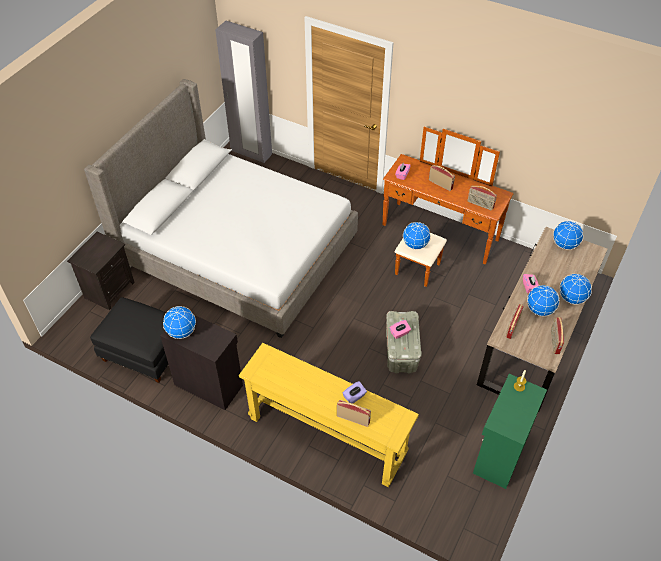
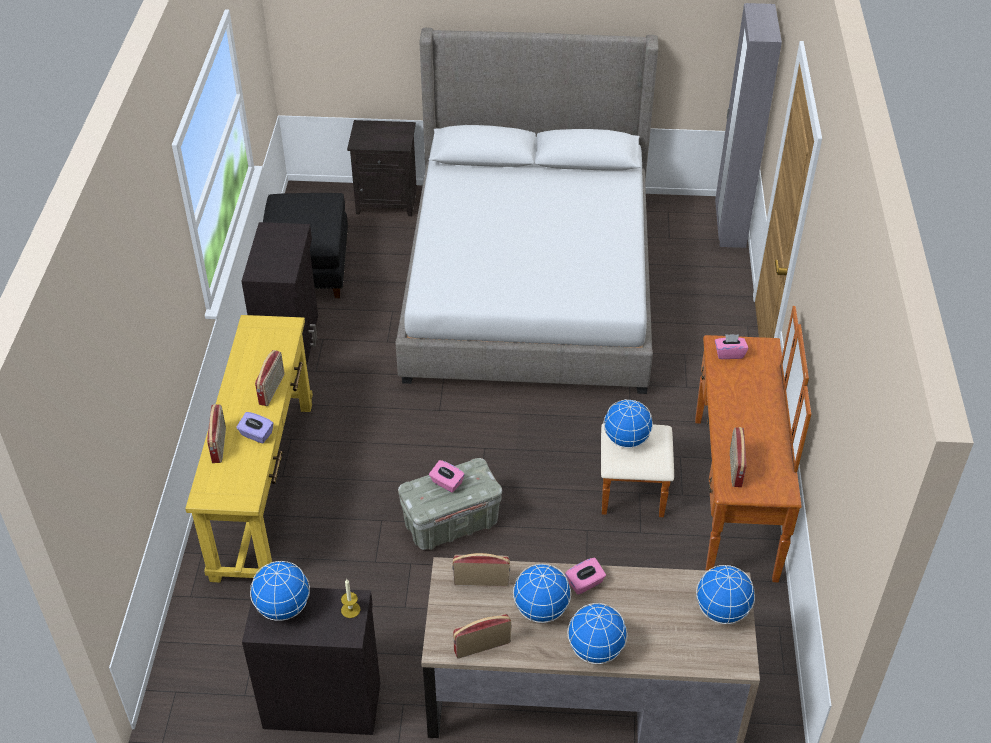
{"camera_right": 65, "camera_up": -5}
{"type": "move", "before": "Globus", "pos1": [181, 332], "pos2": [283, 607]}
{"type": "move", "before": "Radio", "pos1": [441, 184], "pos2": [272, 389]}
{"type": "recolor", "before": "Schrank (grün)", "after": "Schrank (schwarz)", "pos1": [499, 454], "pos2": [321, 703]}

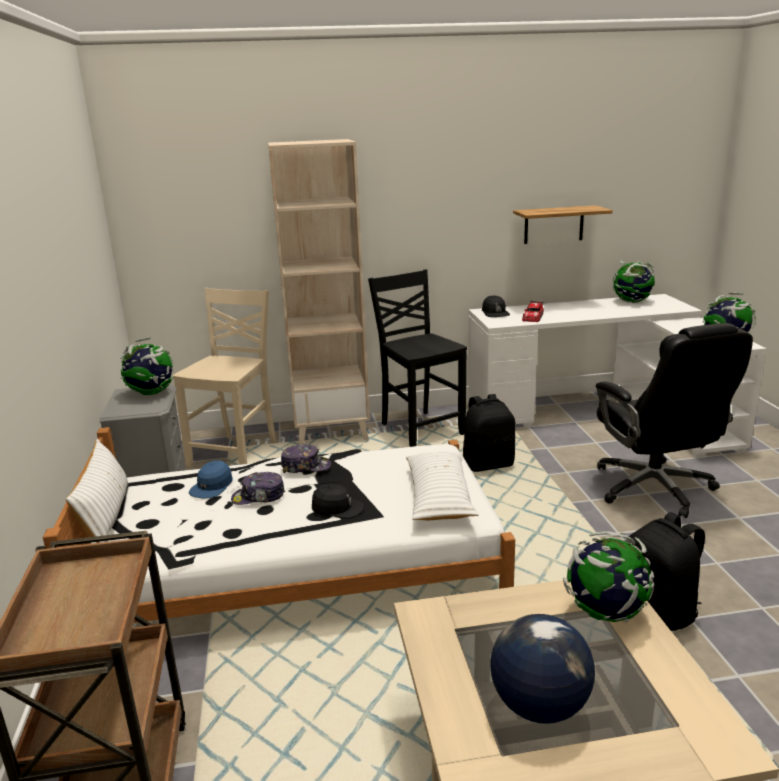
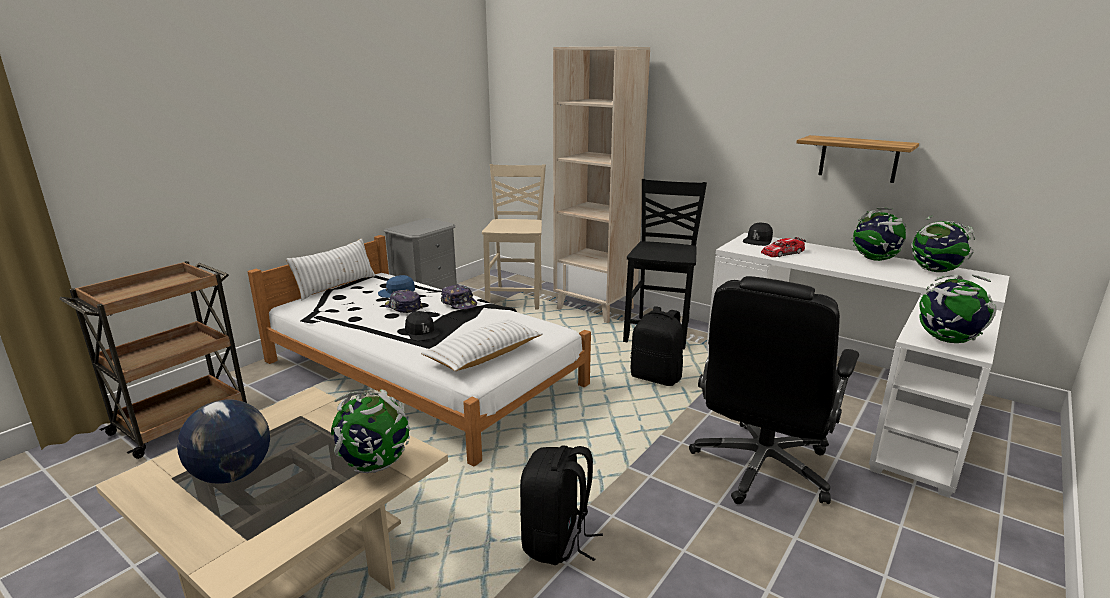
{"camera_right": 45, "camera_up": 0}
{"type": "move", "before": "Globus", "pos1": [151, 393], "pos2": [874, 259]}
{"type": "rotate", "before": "Stuhl (beige)", "pos1": [236, 453], "pos2": [517, 297], "turn": -60}

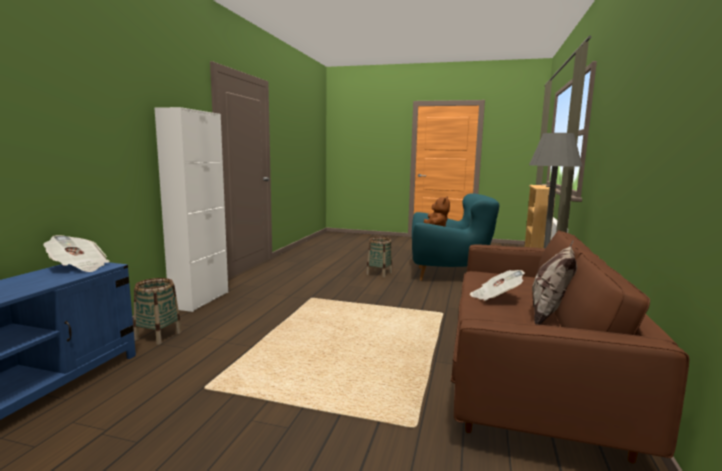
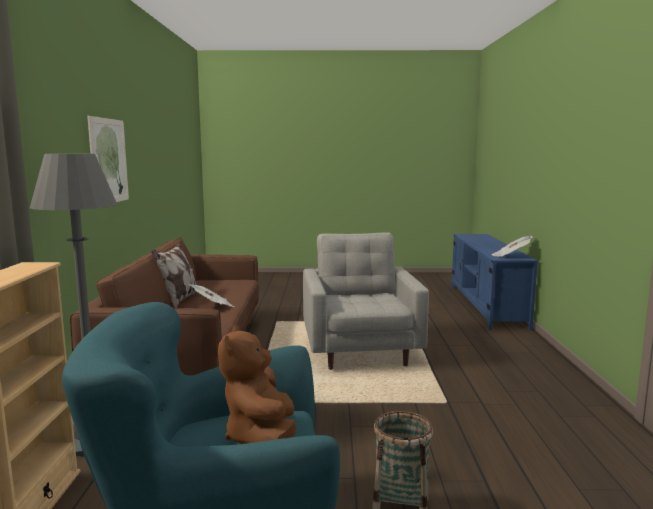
{"camera_right": 165, "camera_up": 0}
{"type": "delete", "before": "Korb", "pos1": [158, 336]}
{"type": "delete", "before": "Schrank (weiß)", "pos1": [200, 300]}
{"type": "insert", "after": "Bild", "pos2": [109, 161]}
{"type": "insert", "after": "Sessel (grau)", "pos2": [361, 351]}

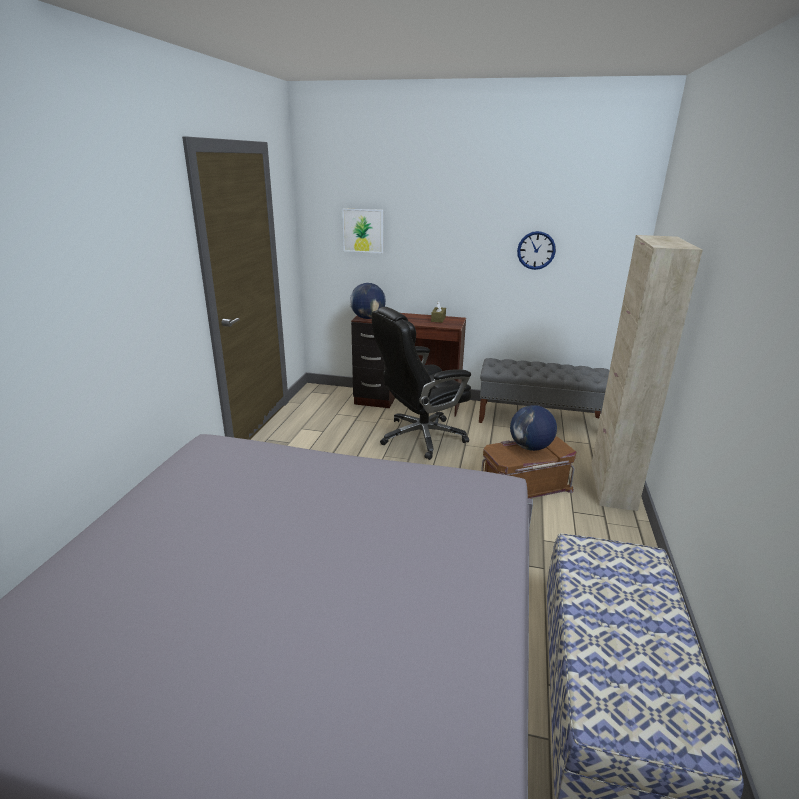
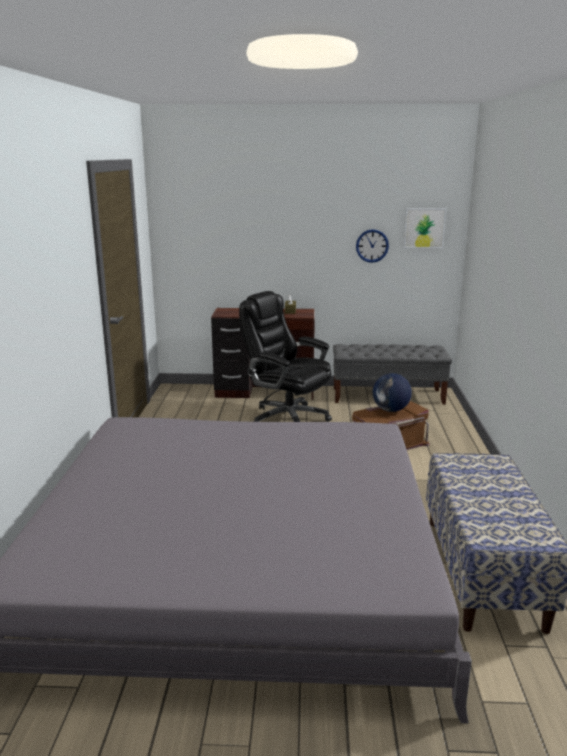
{"camera_right": -10, "camera_up": -5}
{"type": "move", "before": "Bild", "pos1": [363, 230], "pos2": [424, 228]}
{"type": "delete", "before": "Globus", "pos1": [368, 318]}
{"type": "rotate", "before": "Bürostuhl (schwarz)", "pos1": [420, 437], "pos2": [287, 418], "turn": 75}
{"type": "delete", "before": "Schrank (beige)", "pos1": [612, 486]}

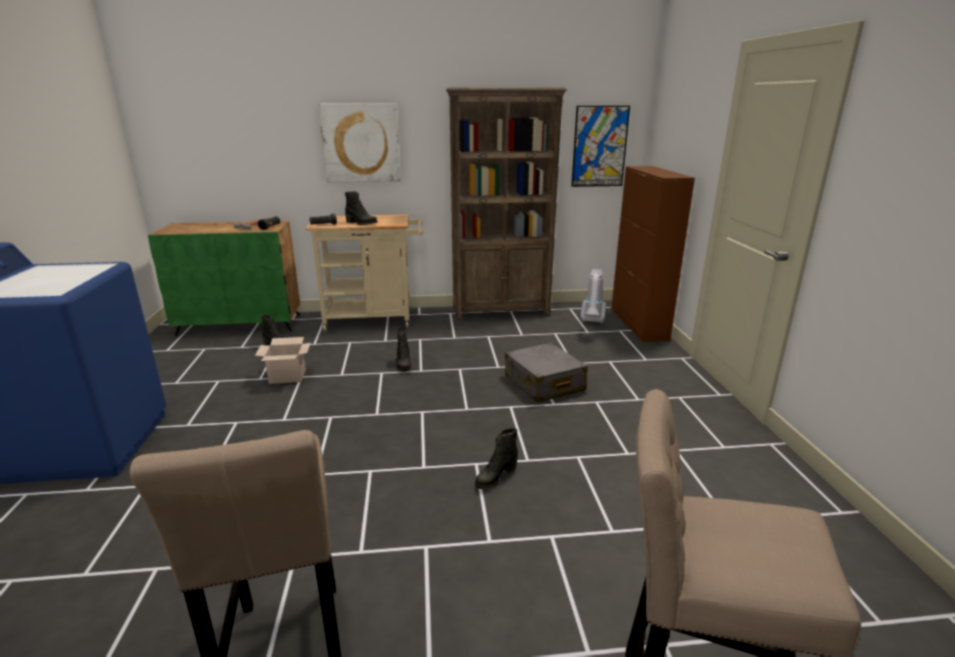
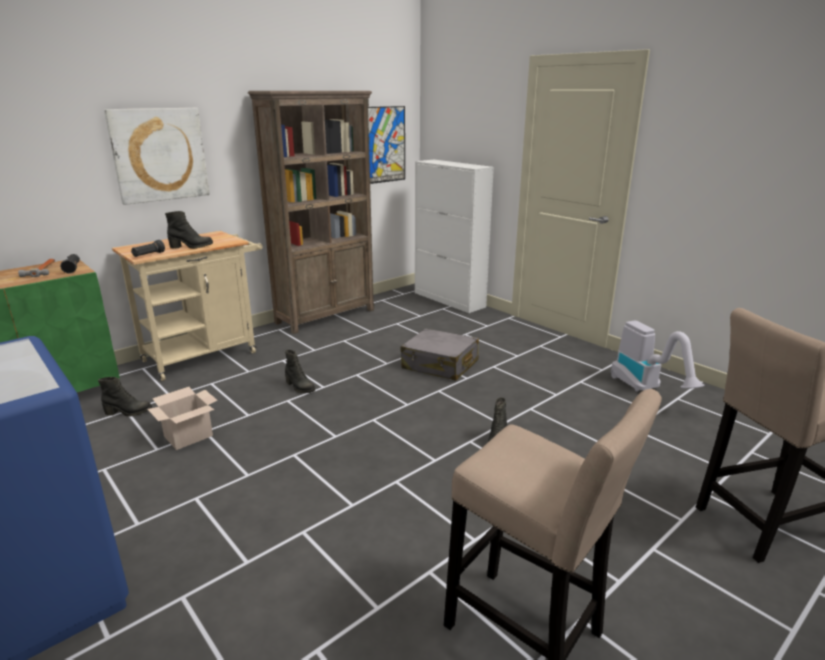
{"camera_right": -35, "camera_up": 0}
{"type": "move", "before": "Staubsauger", "pos1": [592, 322], "pos2": [647, 389]}
{"type": "recolor", "before": "Schrank (braun)", "after": "Schrank (weiß)", "pos1": [638, 324], "pos2": [449, 300]}

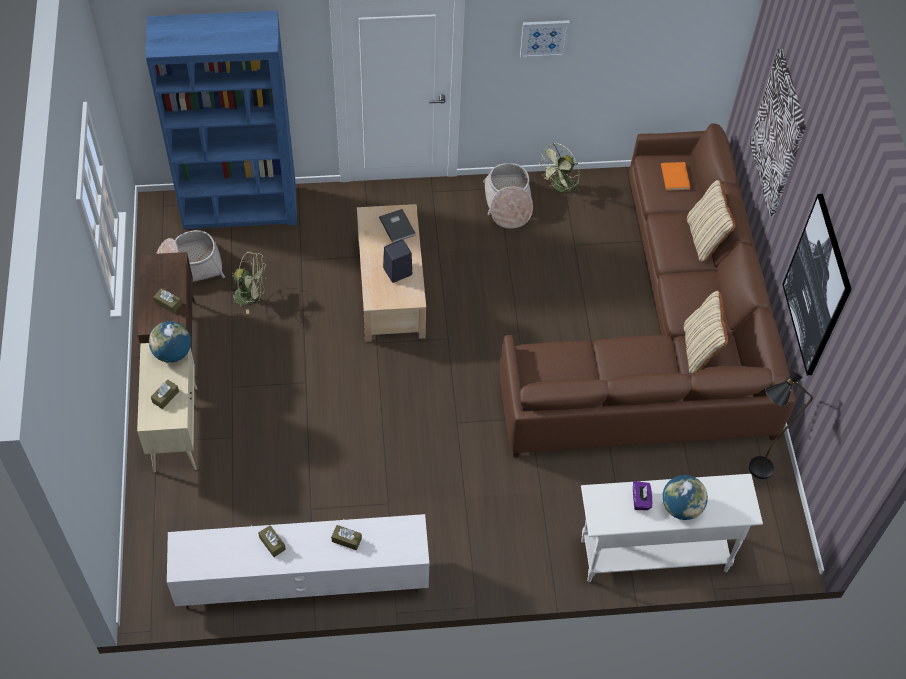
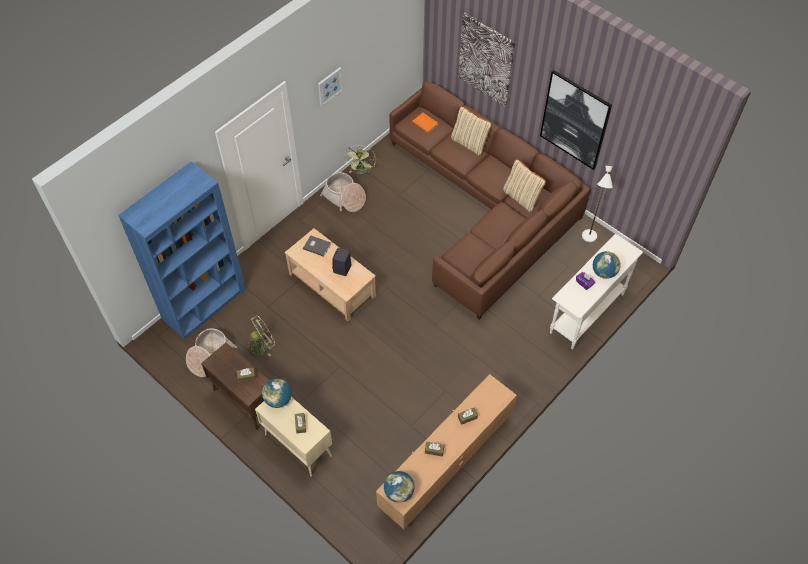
{"camera_right": -40, "camera_up": 0}
{"type": "recolor", "before": "Fernsehschrank (weiß)", "after": "Fernsehschrank (braun)", "pos1": [303, 581], "pos2": [446, 463]}
{"type": "recolor", "before": "Stehlampe (schwarz)", "after": "Stehlampe (weiß)", "pos1": [753, 473], "pos2": [588, 240]}
{"type": "insert", "after": "Globus", "pos2": [399, 492]}

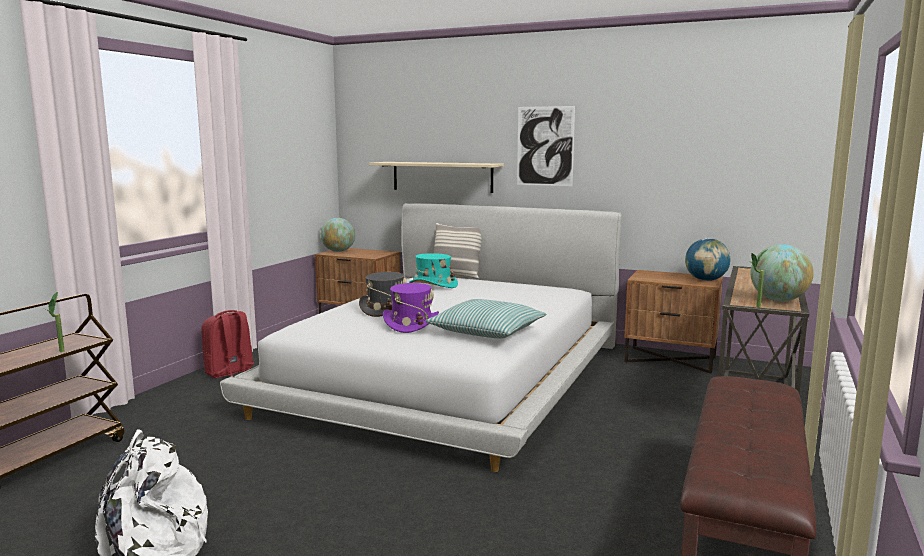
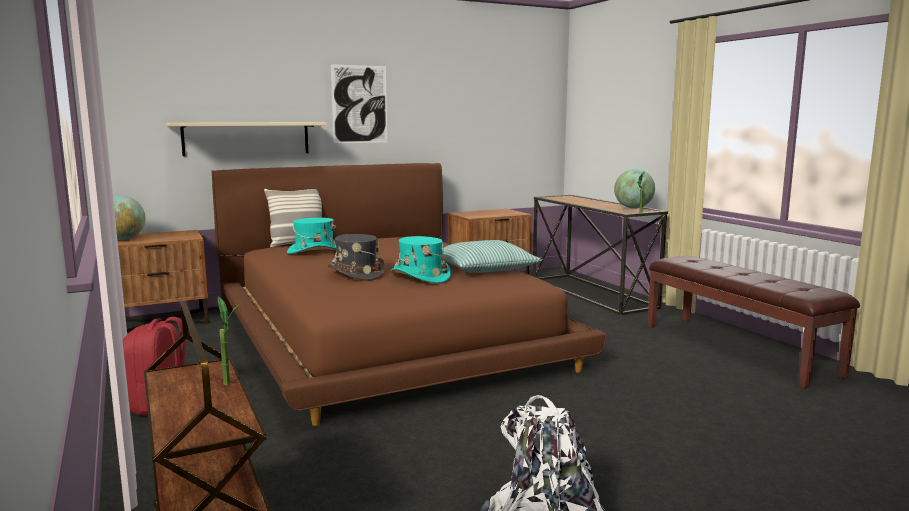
{"camera_right": -50, "camera_up": 0}
{"type": "recolor", "before": "Bett (weiß)", "after": "Bett (braun)", "pos1": [449, 376], "pos2": [384, 334]}
{"type": "recolor", "before": "Hut (lila)", "after": "Hut (türkis)", "pos1": [410, 324], "pos2": [420, 277]}
{"type": "delete", "before": "Globus", "pos1": [706, 280]}

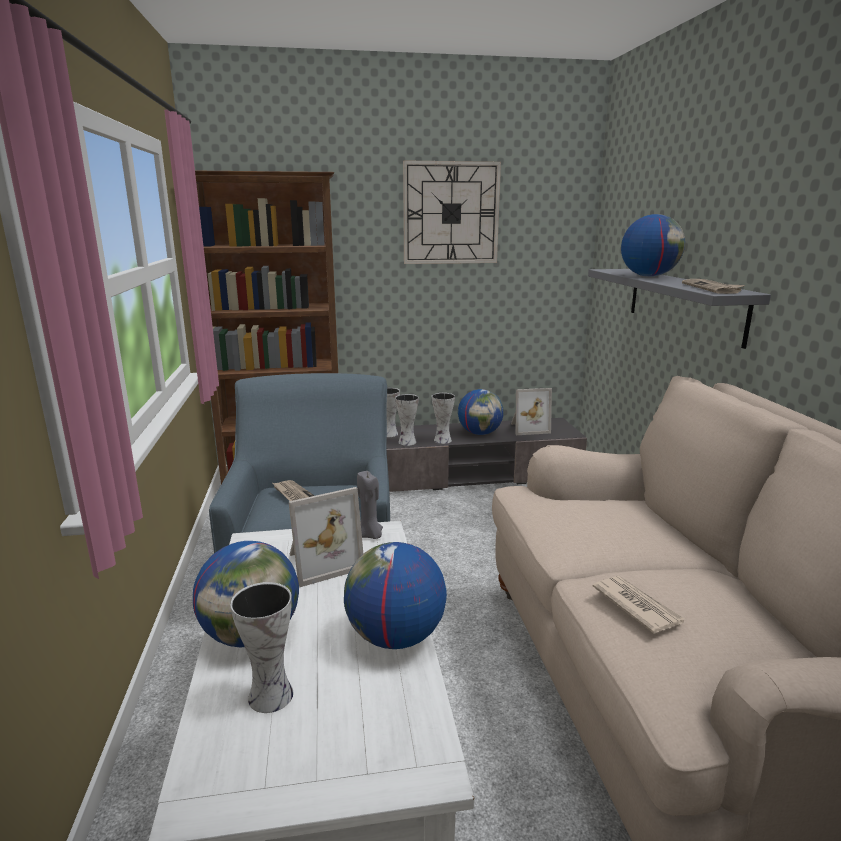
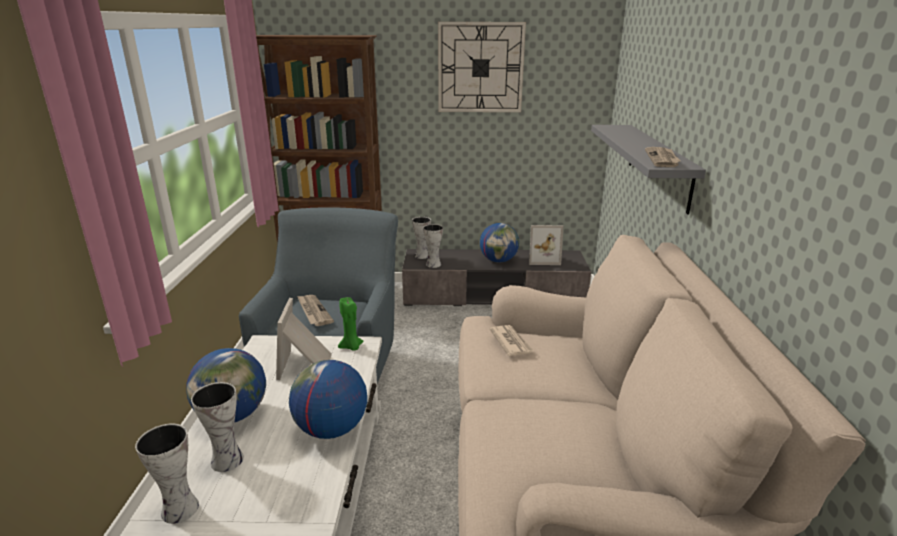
{"camera_right": 10, "camera_up": 5}
{"type": "rotate", "before": "Bilderrahmen", "pos1": [322, 561], "pos2": [306, 364], "turn": 105}
{"type": "recolor", "before": "Kerze (grau)", "after": "Kerze (grün)", "pos1": [370, 535], "pos2": [351, 347]}
{"type": "move", "before": "Vase", "pos1": [442, 440], "pos2": [178, 510]}
{"type": "move", "before": "Zeitung", "pos1": [636, 606], "pos2": [511, 342]}
{"type": "delete", "before": "Globus", "pos1": [648, 276]}

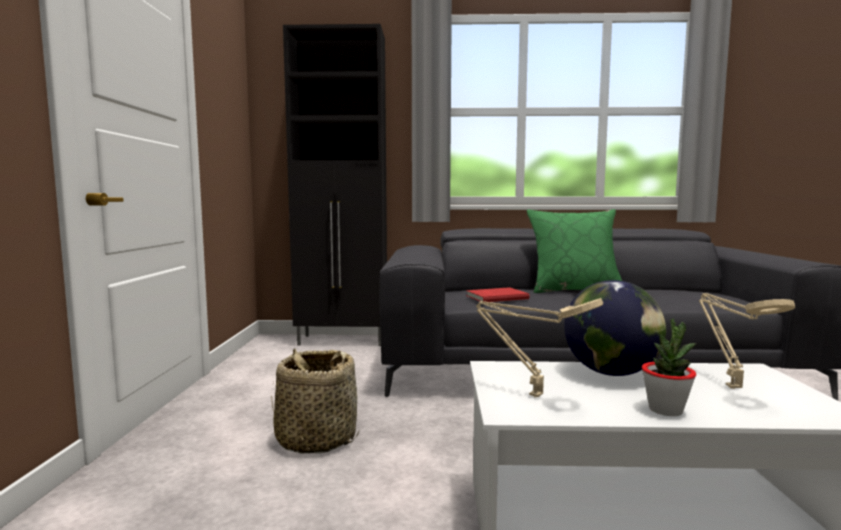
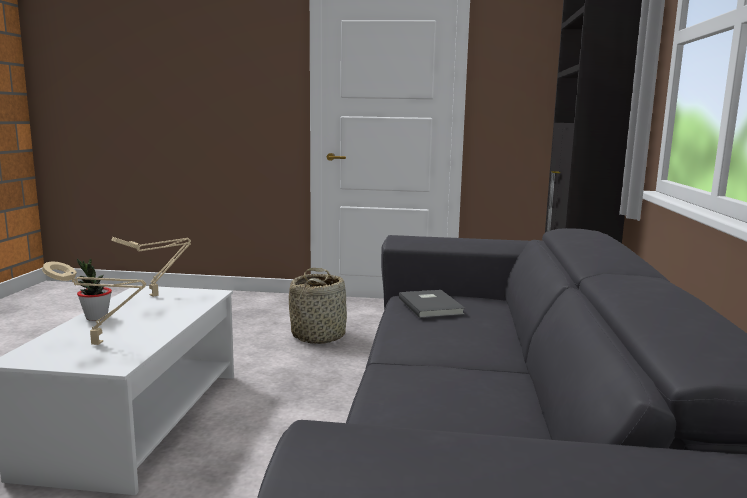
{"camera_right": 95, "camera_up": 5}
{"type": "recolor", "before": "Buch (rot)", "after": "Buch (grau)", "pos1": [495, 297], "pos2": [431, 305]}
{"type": "delete", "before": "Kissen (grün)", "pos1": [574, 290]}
{"type": "delete", "before": "Globus", "pos1": [612, 373]}

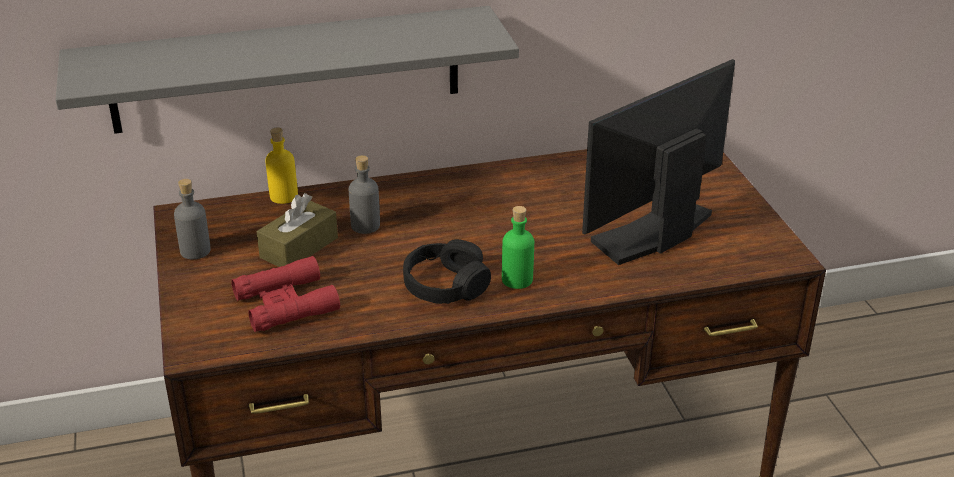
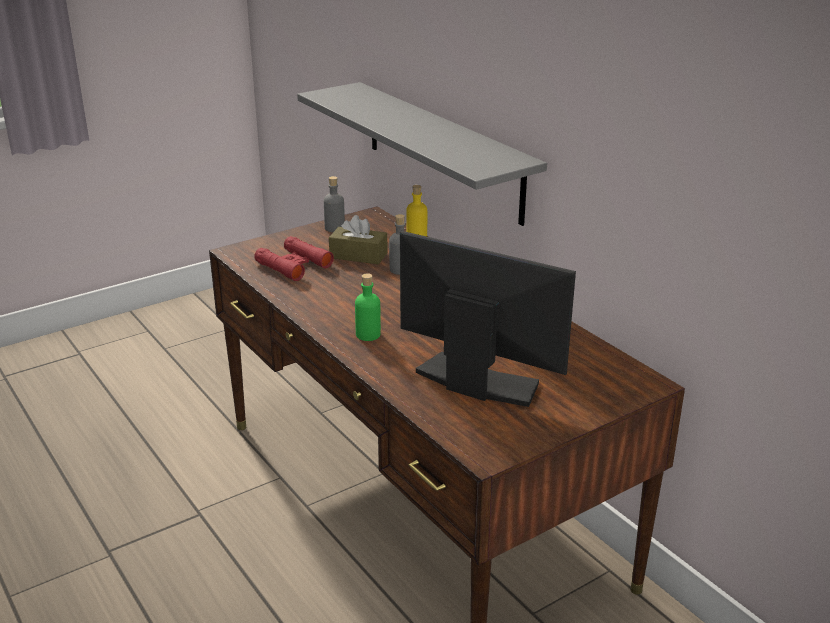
{"camera_right": 70, "camera_up": -5}
{"type": "delete", "before": "Kopfhörer (schwarz)", "pos1": [445, 285]}

